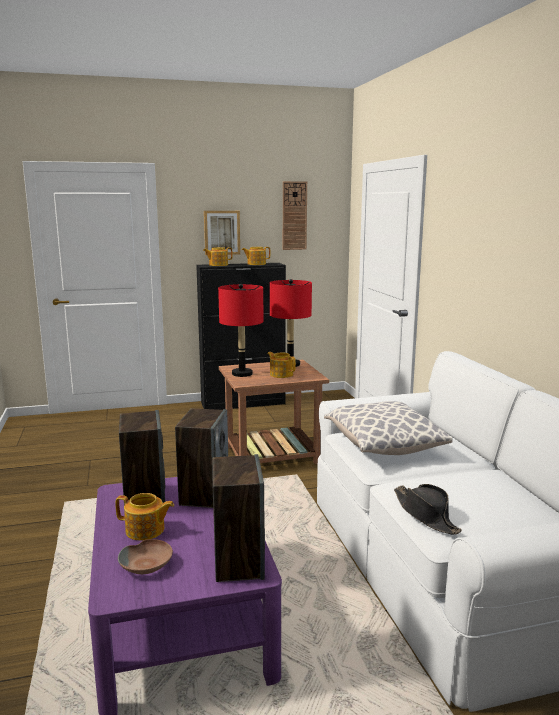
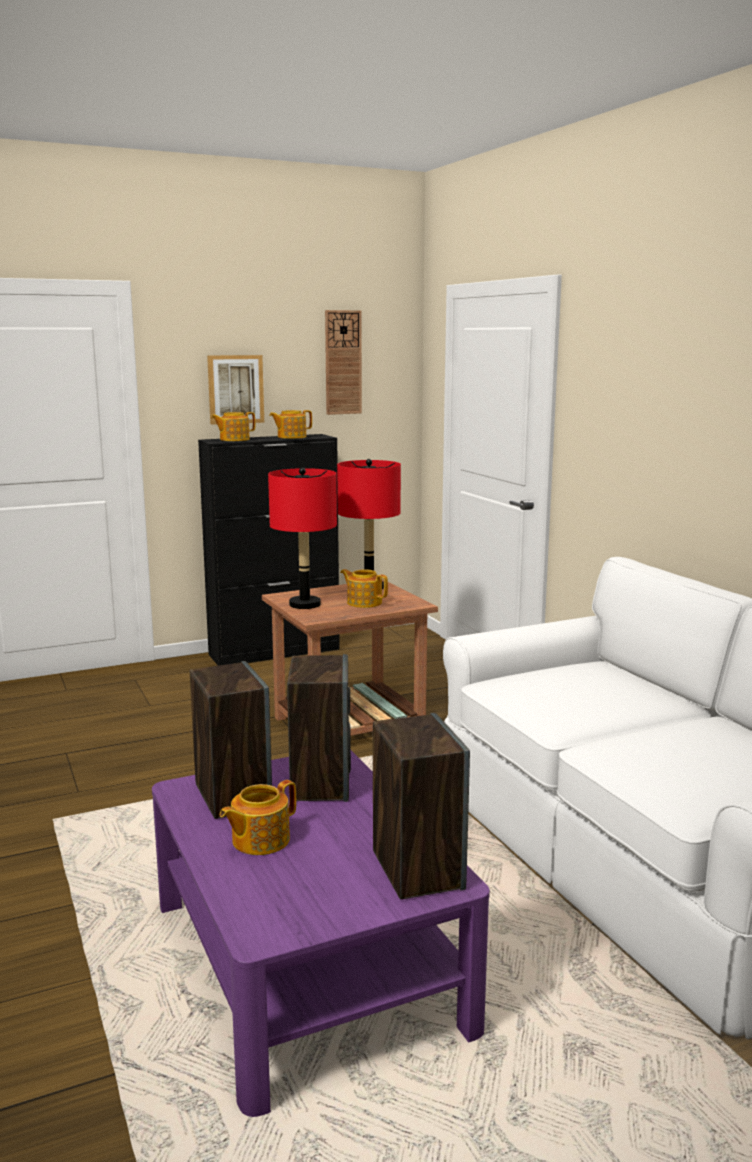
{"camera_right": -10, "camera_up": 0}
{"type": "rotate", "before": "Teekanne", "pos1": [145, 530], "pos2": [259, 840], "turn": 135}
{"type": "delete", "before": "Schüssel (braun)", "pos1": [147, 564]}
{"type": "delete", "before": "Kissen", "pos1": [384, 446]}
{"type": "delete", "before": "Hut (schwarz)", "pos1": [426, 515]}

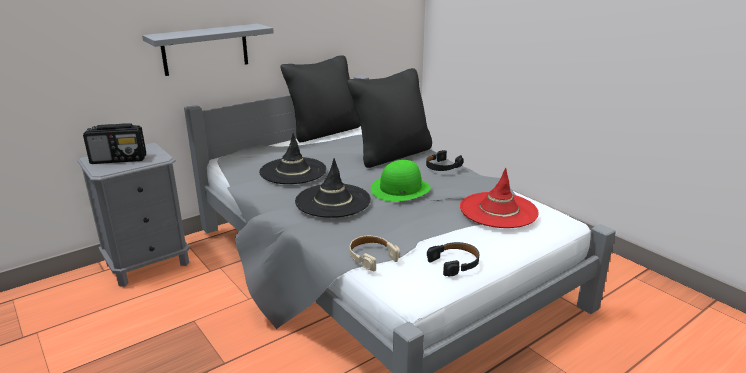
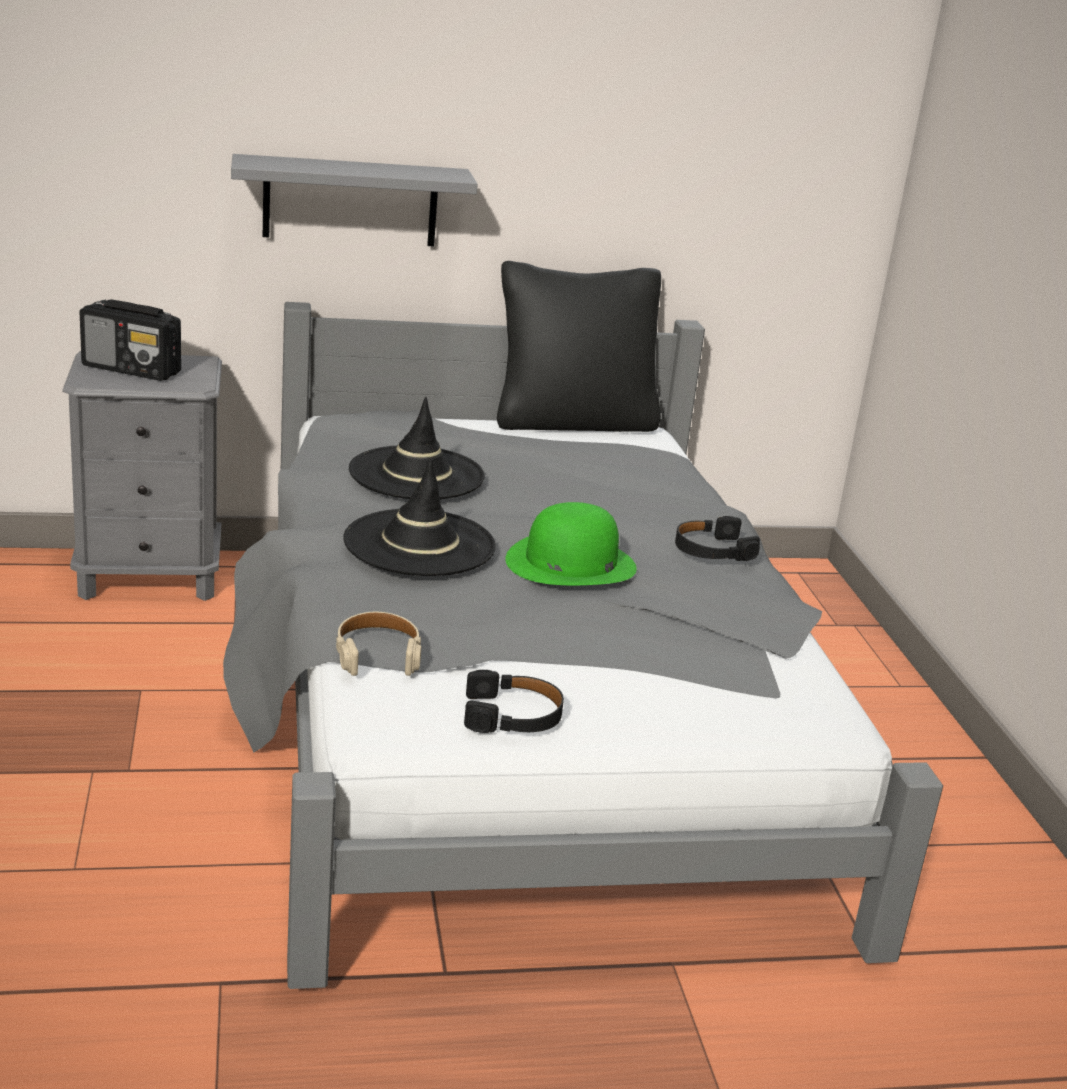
{"camera_right": 25, "camera_up": 0}
{"type": "delete", "before": "Kissen (schwarz)", "pos1": [391, 154]}
{"type": "delete", "before": "Hut (rot)", "pos1": [498, 210]}

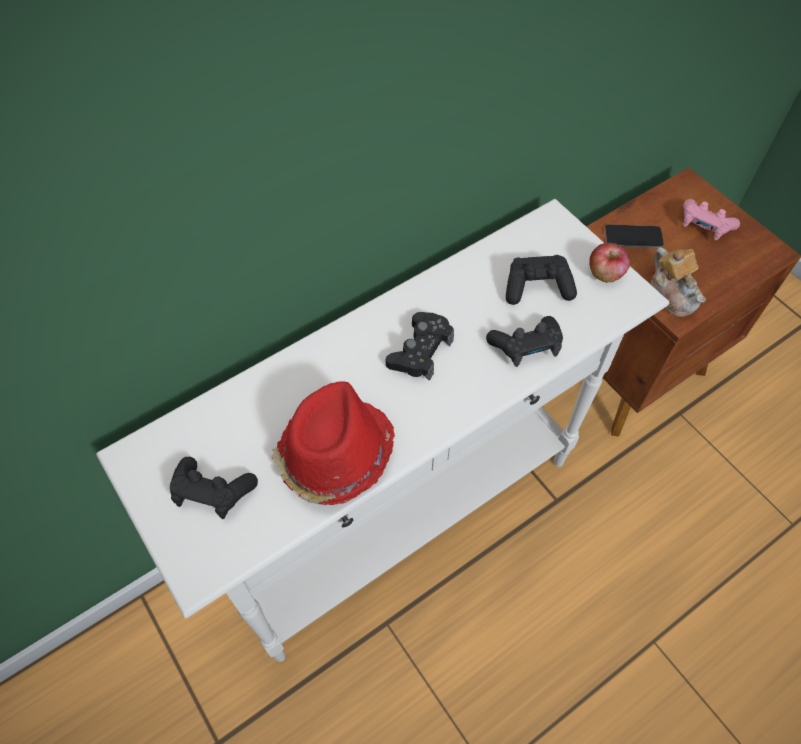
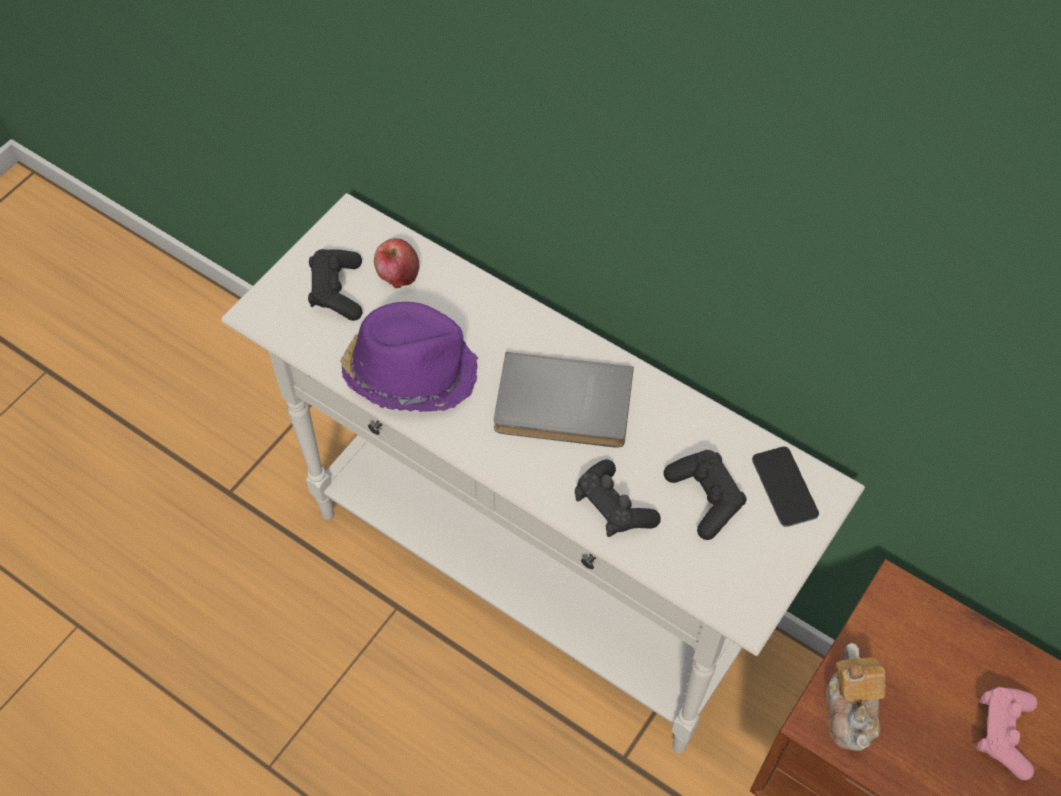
{"camera_right": 70, "camera_up": 0}
{"type": "recolor", "before": "Hut (rot)", "after": "Hut (lila)", "pos1": [334, 454], "pos2": [411, 371]}
{"type": "replace", "before": "Gamepad (schwarz)", "after": "Buch (grau)", "pos1": [420, 351], "pos2": [563, 407]}
{"type": "move", "before": "Apfel", "pos1": [605, 274], "pos2": [398, 275]}
{"type": "move", "before": "Handy", "pos1": [633, 237], "pos2": [784, 487]}
{"type": "rotate", "before": "Teekanne", "pos1": [672, 294], "pos2": [851, 710], "turn": -45}

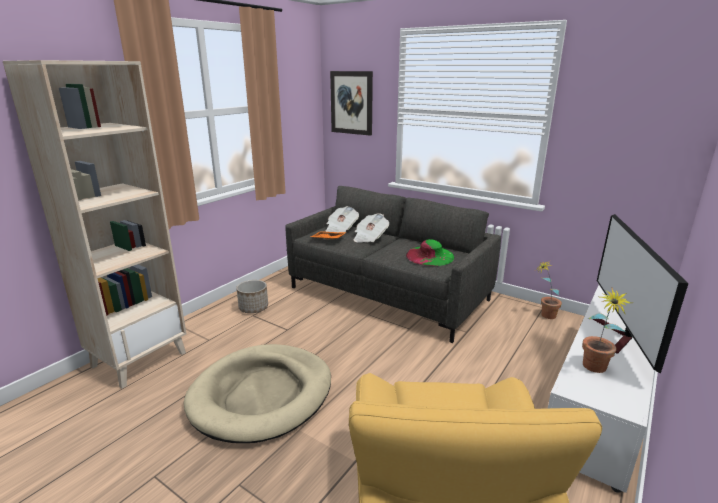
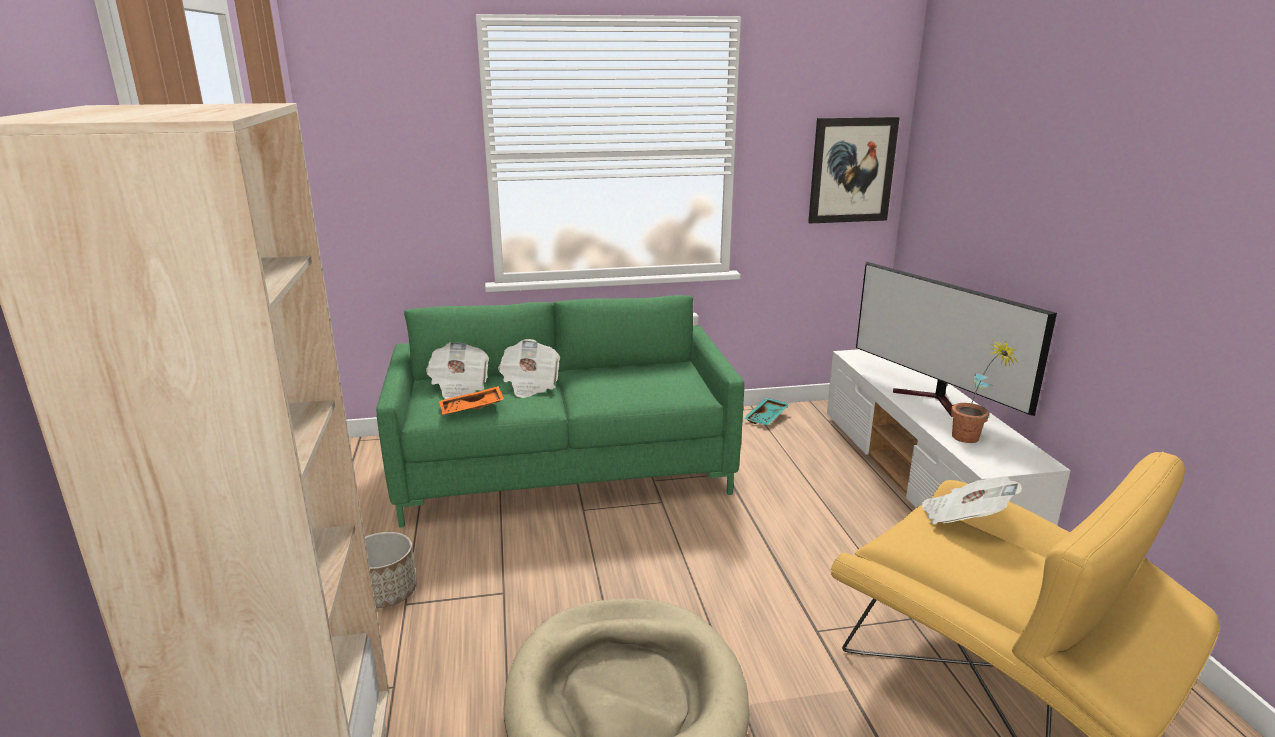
{"camera_right": -45, "camera_up": 0}
{"type": "recolor", "before": "Sofa (grau)", "after": "Sofa (grün)", "pos1": [388, 294], "pos2": [564, 469]}
{"type": "move", "before": "Bild", "pos1": [351, 103], "pos2": [852, 170]}
{"type": "delete", "before": "Hut (grün)", "pos1": [430, 256]}
{"type": "replace", "before": "Topfpflanze", "after": "Tablett (türkis)", "pos1": [544, 315], "pos2": [767, 417]}
{"type": "insert", "after": "Zeitung", "pos2": [963, 519]}

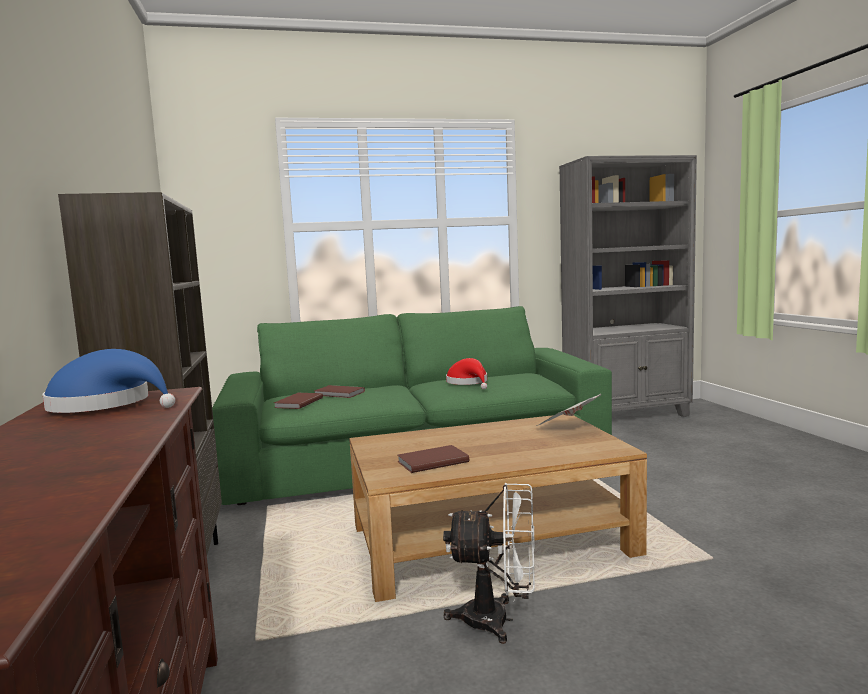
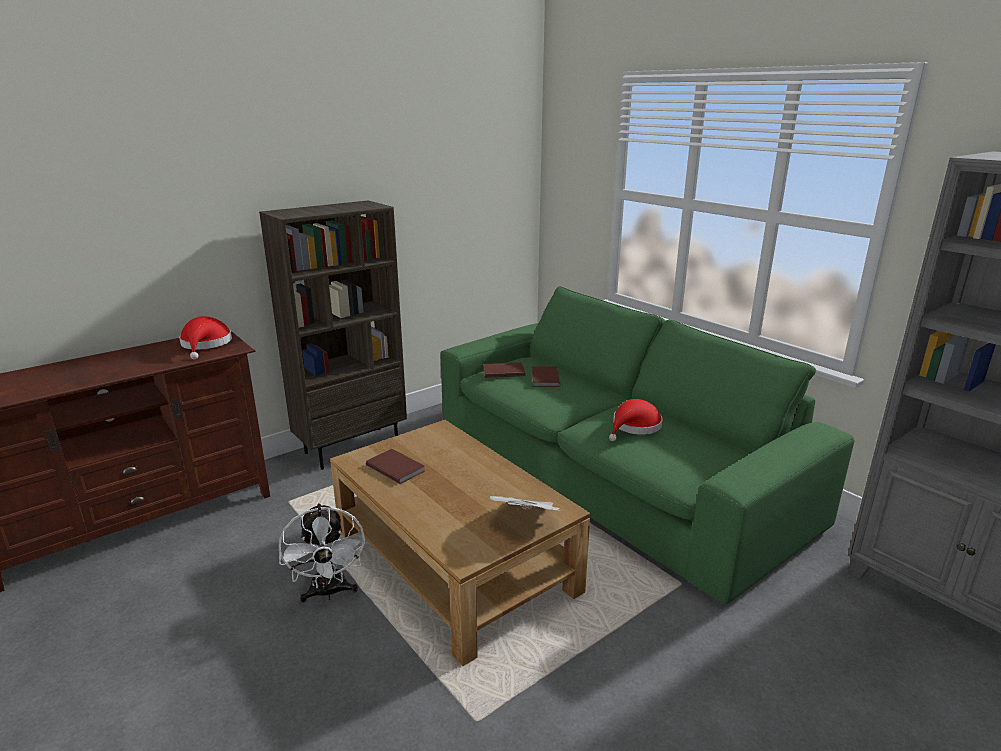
{"camera_right": 65, "camera_up": 15}
{"type": "recolor", "before": "Hut (blau)", "after": "Hut (rot)", "pos1": [107, 405], "pos2": [206, 344]}

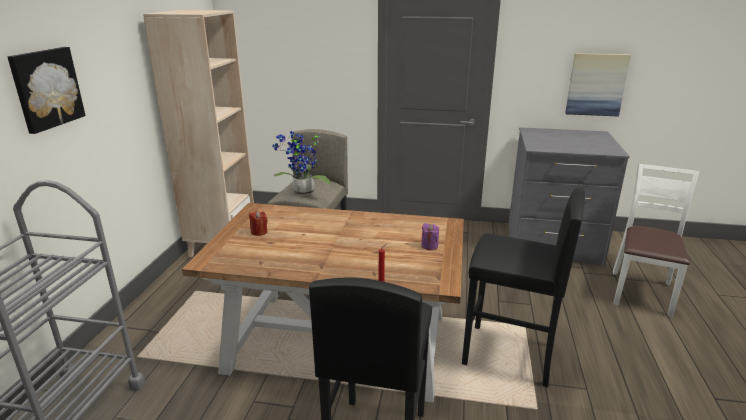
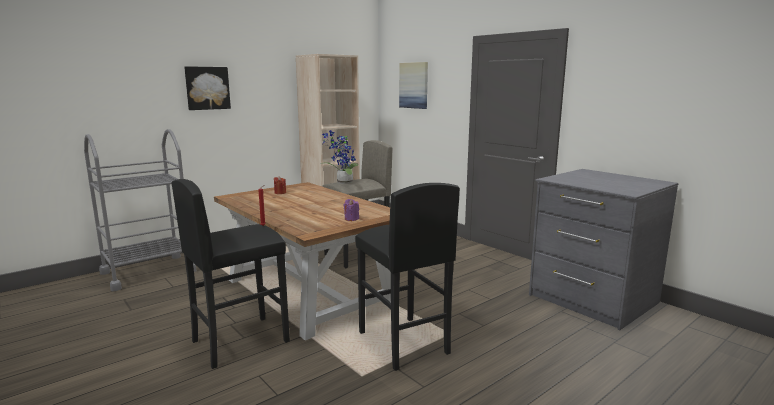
{"camera_right": 40, "camera_up": -10}
{"type": "move", "before": "Bild", "pos1": [596, 84], "pos2": [414, 85]}
{"type": "delete", "before": "Stuhl (weiß)", "pos1": [641, 292]}

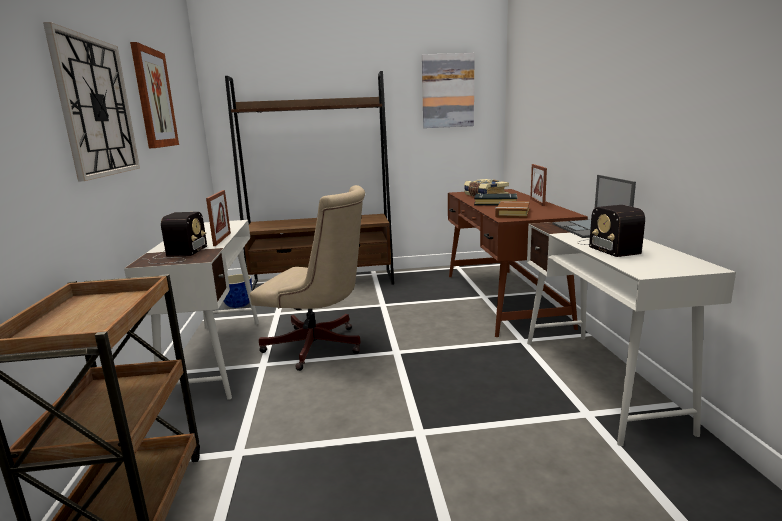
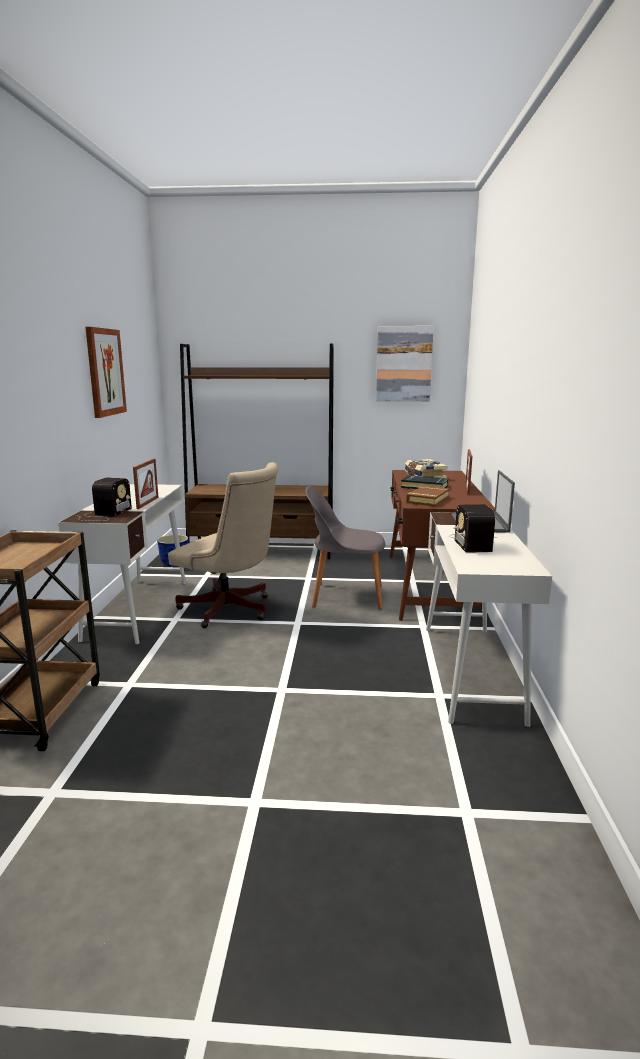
{"camera_right": 10, "camera_up": 0}
{"type": "delete", "before": "Wanduhr", "pos1": [96, 107]}
{"type": "insert", "after": "Stuhl (grau)", "pos2": [345, 596]}

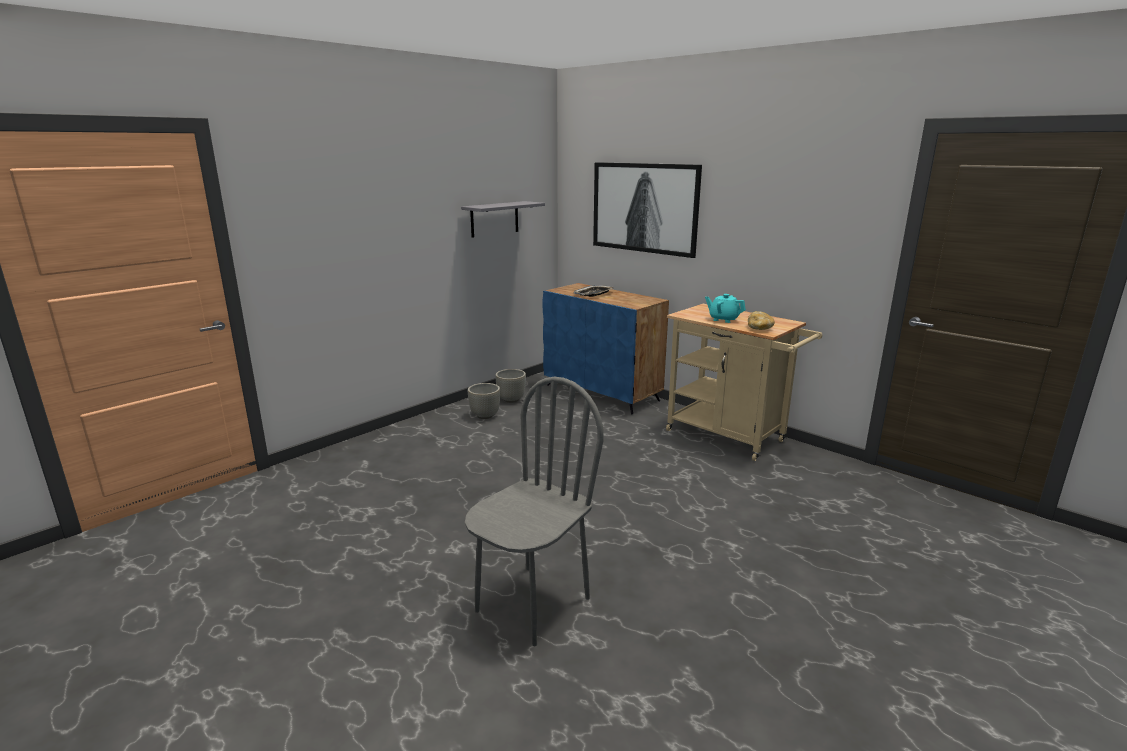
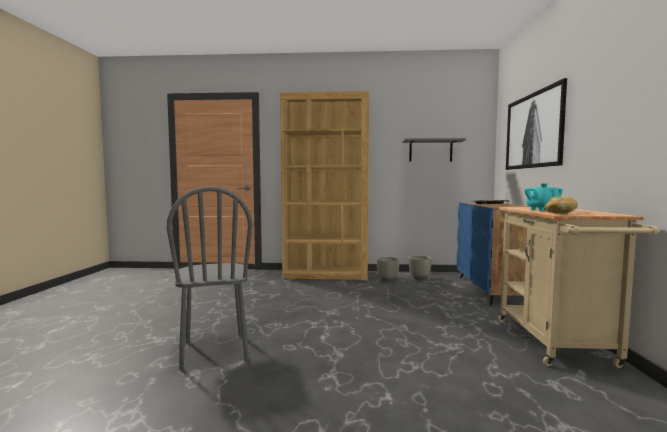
{"camera_right": 50, "camera_up": -15}
{"type": "rotate", "before": "Stuhl (grau)", "pos1": [532, 604], "pos2": [214, 351], "turn": 75}
{"type": "insert", "after": "Bücherregal (braun)", "pos2": [326, 274]}

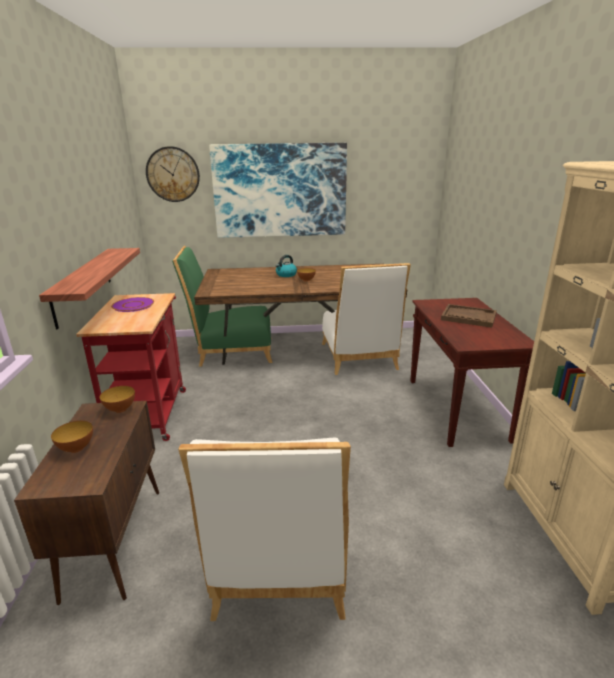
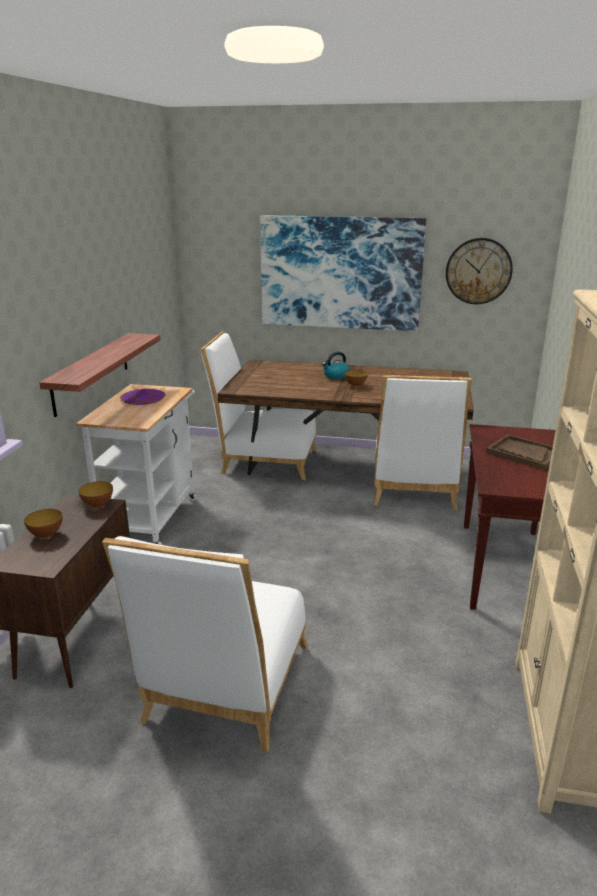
{"camera_right": 15, "camera_up": 0}
{"type": "recolor", "before": "Rollwagen (rot)", "after": "Rollwagen (weiß)", "pos1": [150, 411], "pos2": [152, 515]}
{"type": "move", "before": "Wanduhr", "pos1": [173, 174], "pos2": [478, 271]}
{"type": "recolor", "before": "Stuhl (grün)", "after": "Stuhl (weiß)", "pos1": [231, 351], "pos2": [263, 460]}

